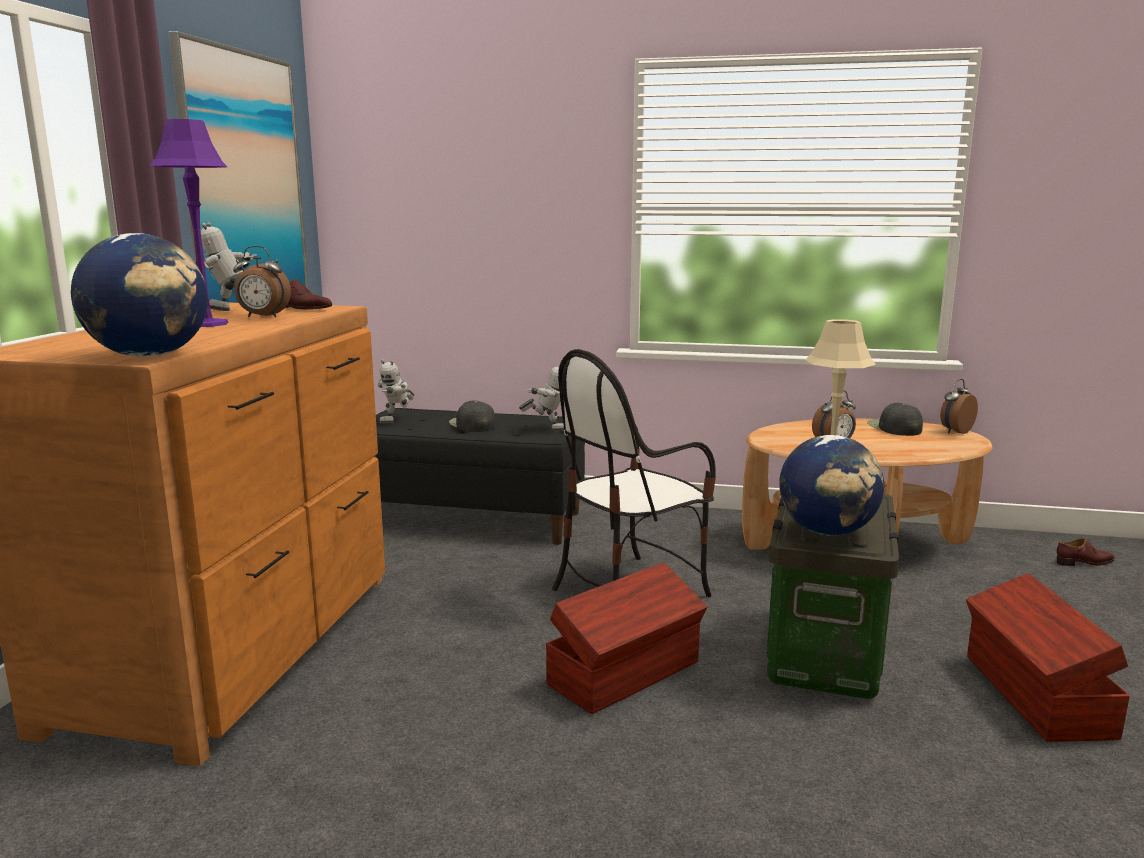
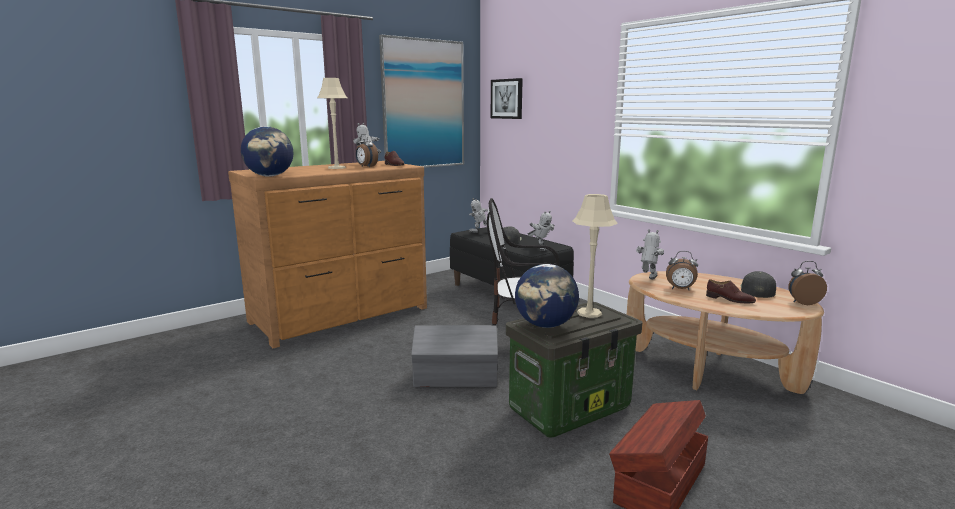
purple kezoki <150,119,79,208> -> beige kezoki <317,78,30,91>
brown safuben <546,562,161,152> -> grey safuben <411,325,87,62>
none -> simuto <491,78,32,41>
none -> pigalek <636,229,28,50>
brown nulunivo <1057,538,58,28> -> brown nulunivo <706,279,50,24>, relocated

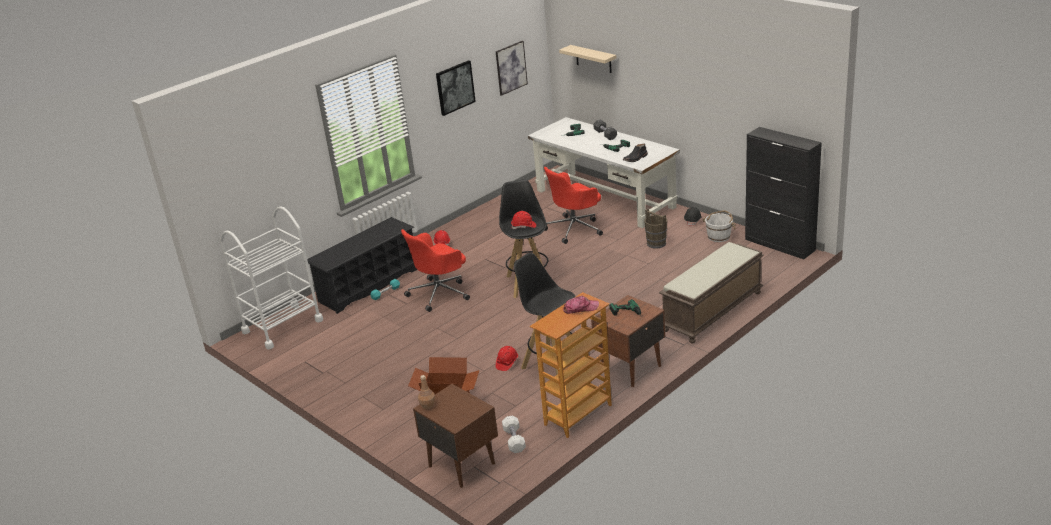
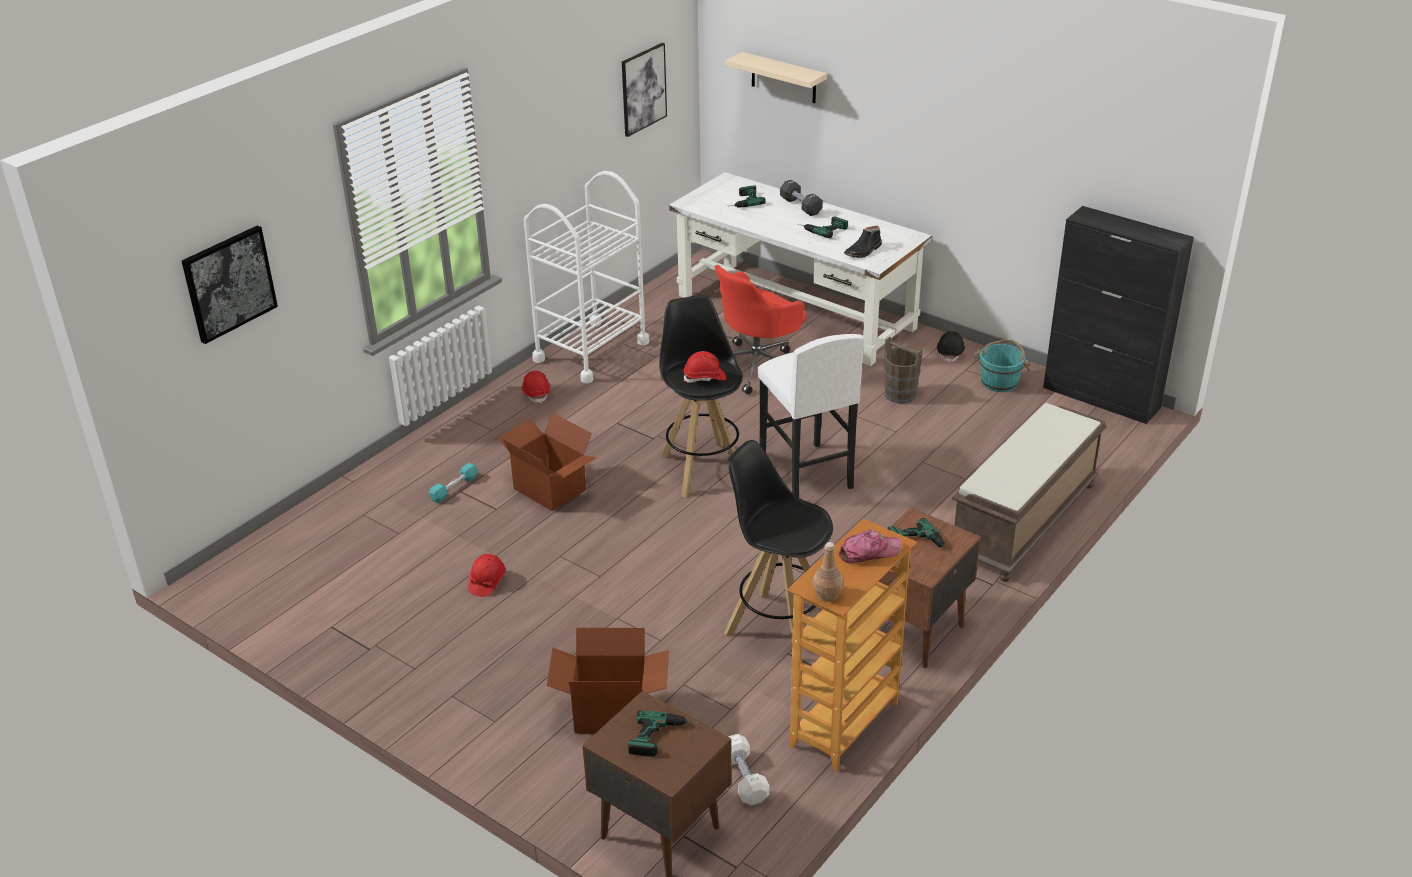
simuto <436,60,40,56> -> simuto <182,226,96,118>, relocated
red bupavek <496,346,22,25> -> red bupavek <468,554,38,43>, relocated
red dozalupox <401,229,69,83> -> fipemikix <497,412,100,99>
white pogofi <220,206,103,144> -> white pogofi <524,171,126,213>, relocated
none -> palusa <628,710,70,47>
none -> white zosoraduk <758,334,106,164>
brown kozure <418,375,17,34> -> brown kozure <813,542,30,60>, relocated
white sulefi <702,211,34,31> -> turquoise sulefi <974,339,57,53>
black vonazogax <307,217,110,97> -> none

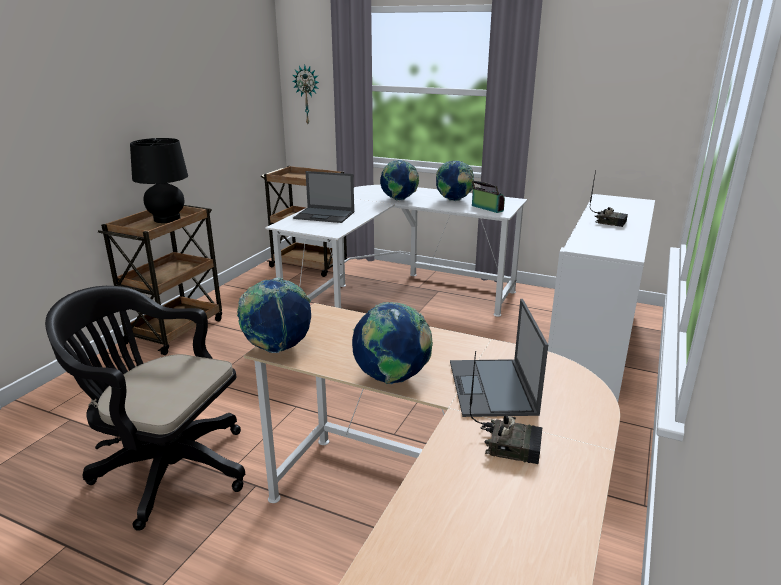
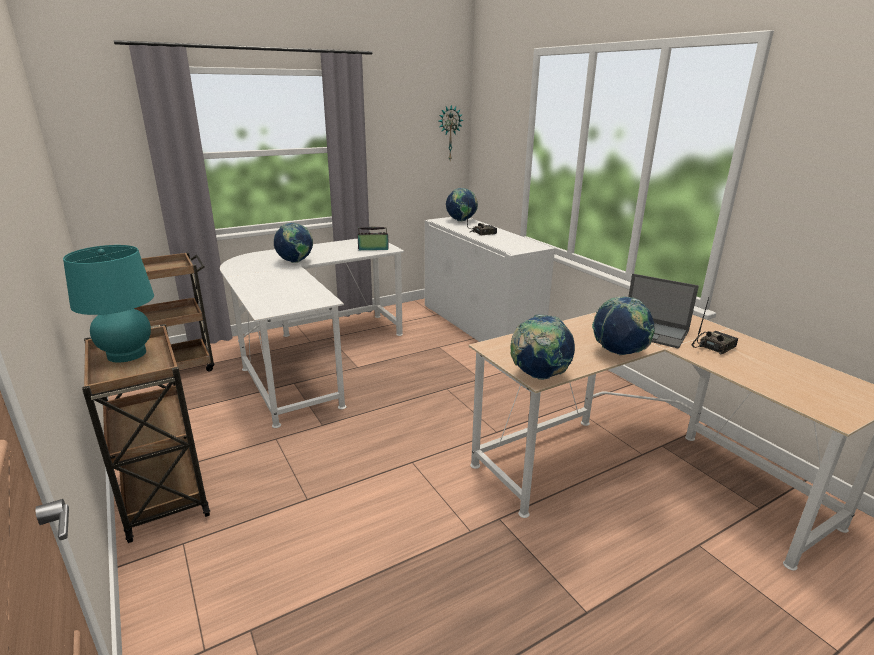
black kezoki <130,138,58,85> -> turquoise kezoki <63,245,91,118>
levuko <292,65,27,59> -> levuko <439,105,25,55>, relocated
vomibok <436,161,38,40> -> vomibok <446,188,32,33>, relocated
black dozalupox <45,286,200,245> -> none
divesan <293,171,61,52> -> none

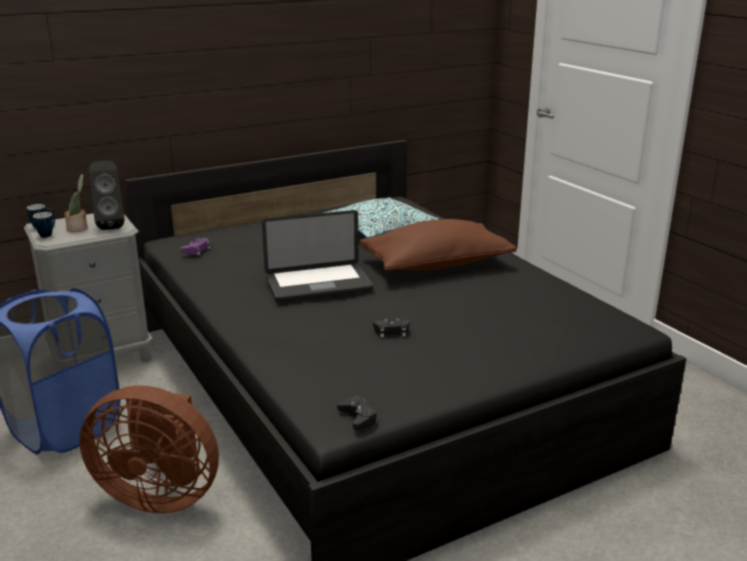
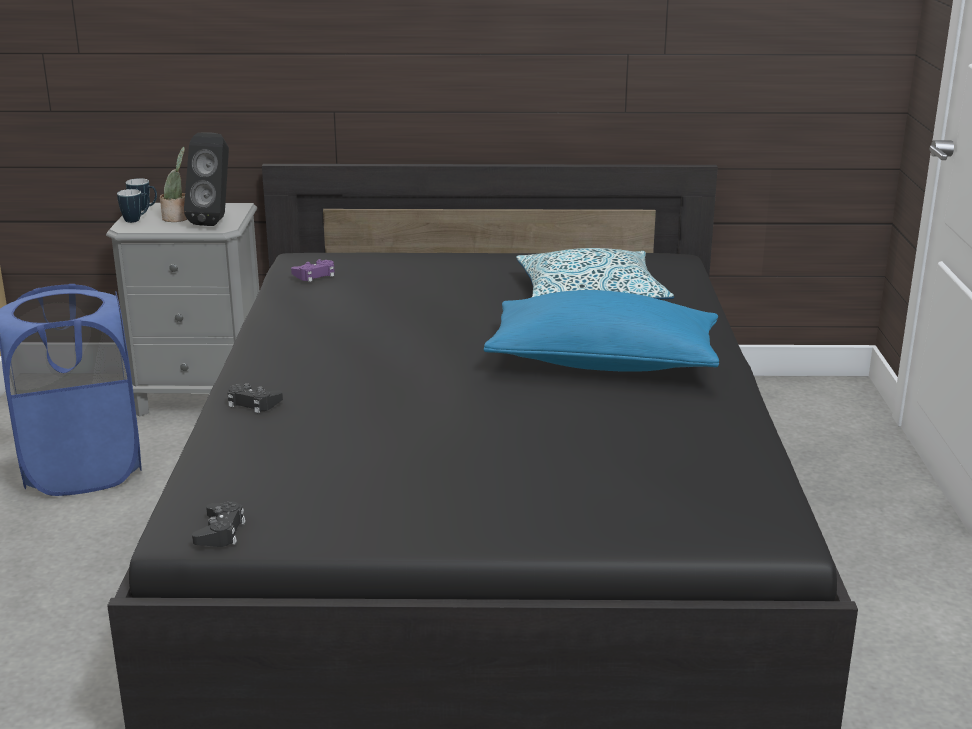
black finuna <373,319,37,18> -> black finuna <227,383,56,30>, relocated
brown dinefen <360,219,157,52> -> blue dinefen <484,290,235,82>
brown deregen <79,385,140,129> -> none
divesan <262,210,111,92> -> none

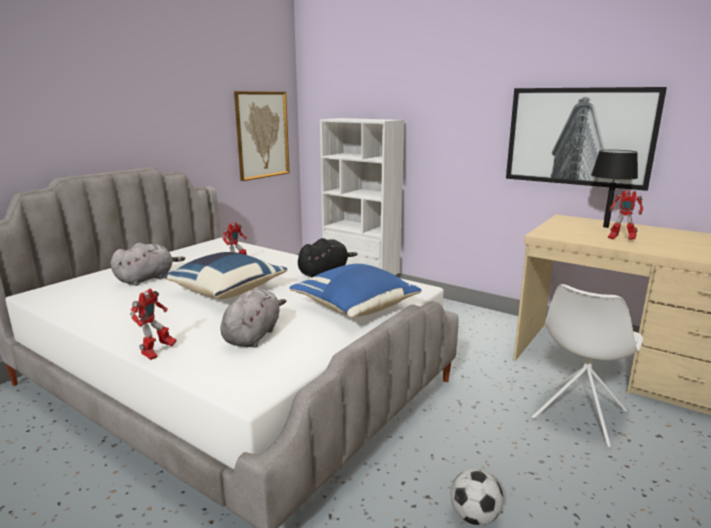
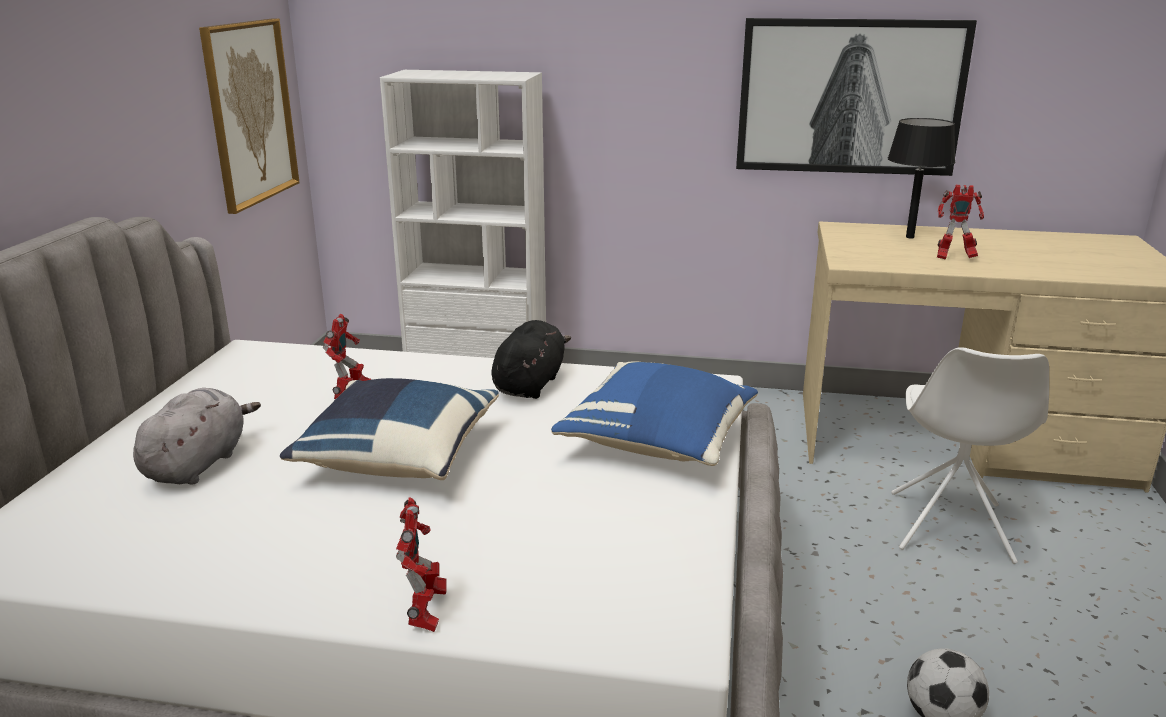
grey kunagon <221,288,65,59> -> none

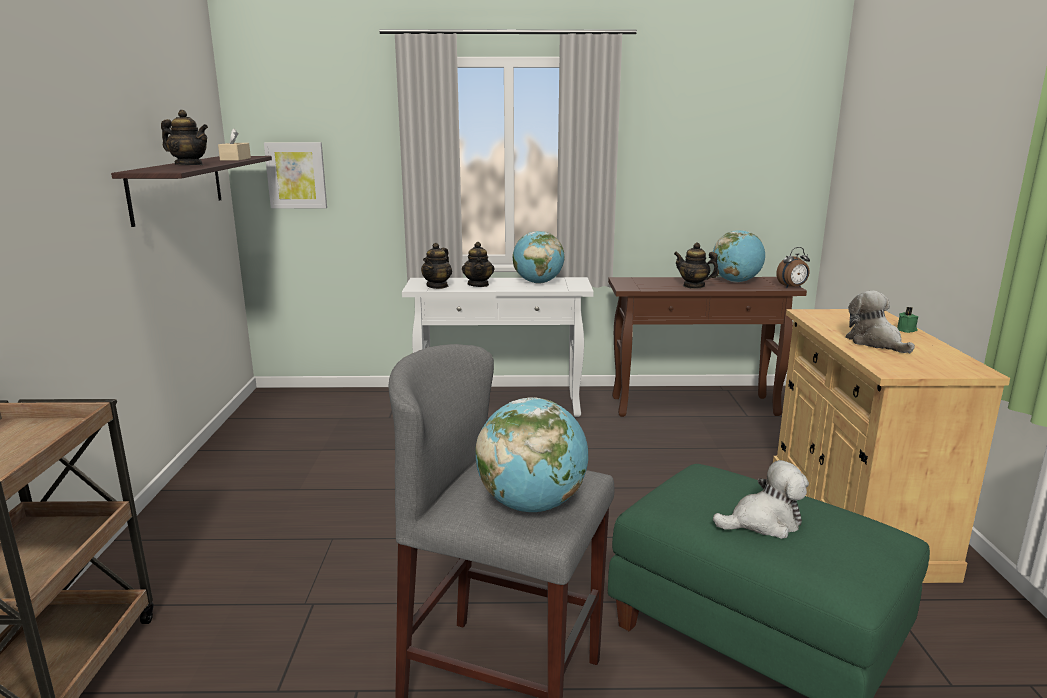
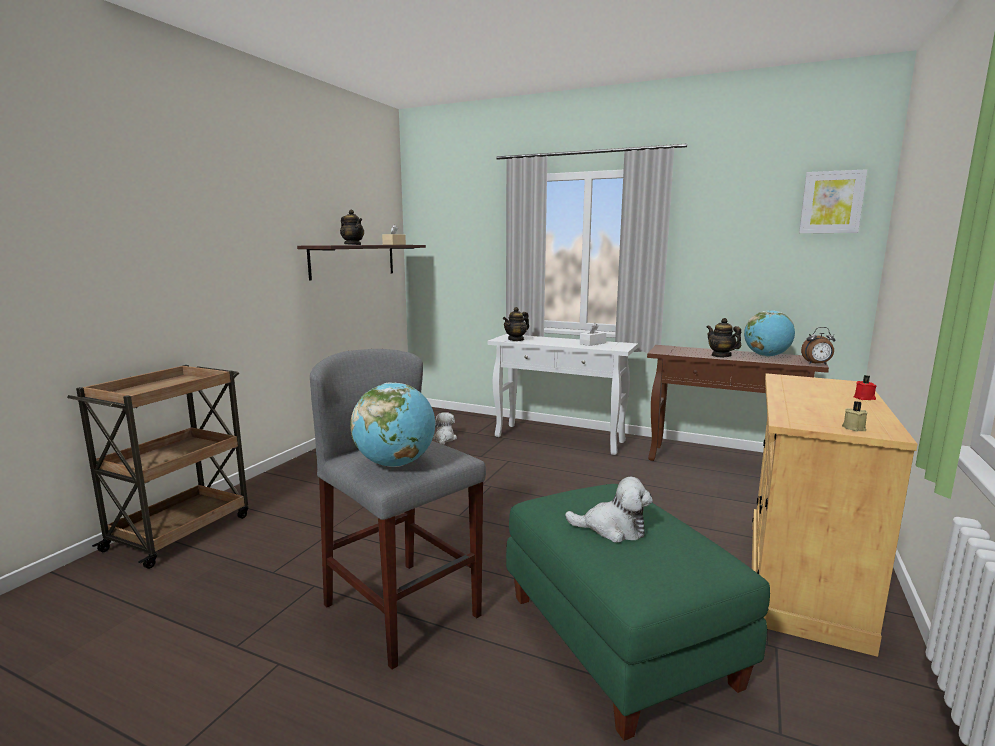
kunagon <846,291,69,62> -> kunagon <434,412,23,33>, relocated
vomibok <513,231,52,53> -> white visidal <580,322,27,24>
simuto <264,142,63,66> -> simuto <799,169,68,64>, relocated
none -> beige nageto <842,401,25,31>
green nageto <897,307,21,26> -> red nageto <854,375,22,25>
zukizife <462,242,33,45> -> none

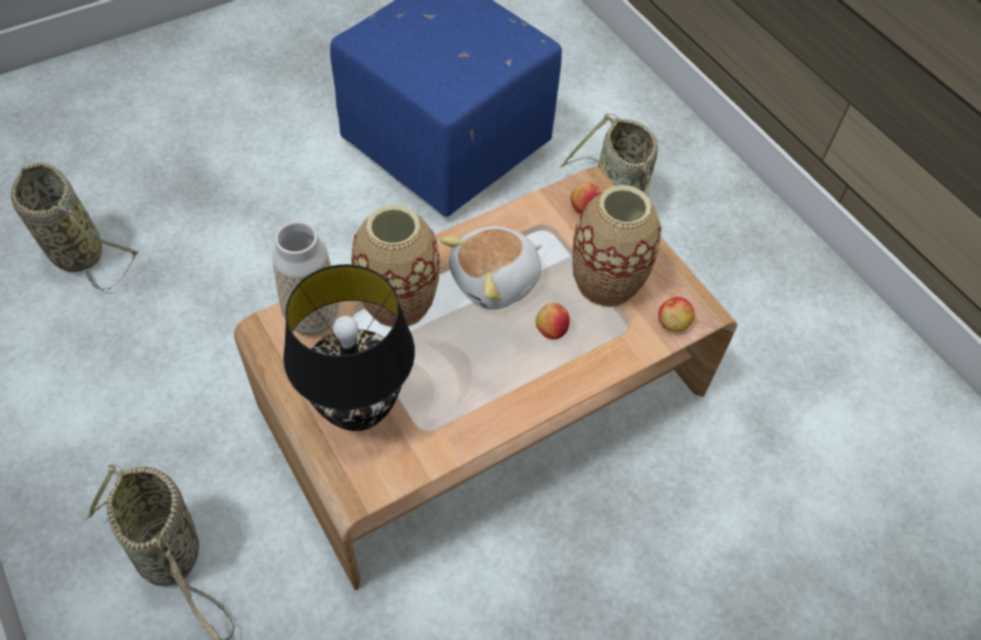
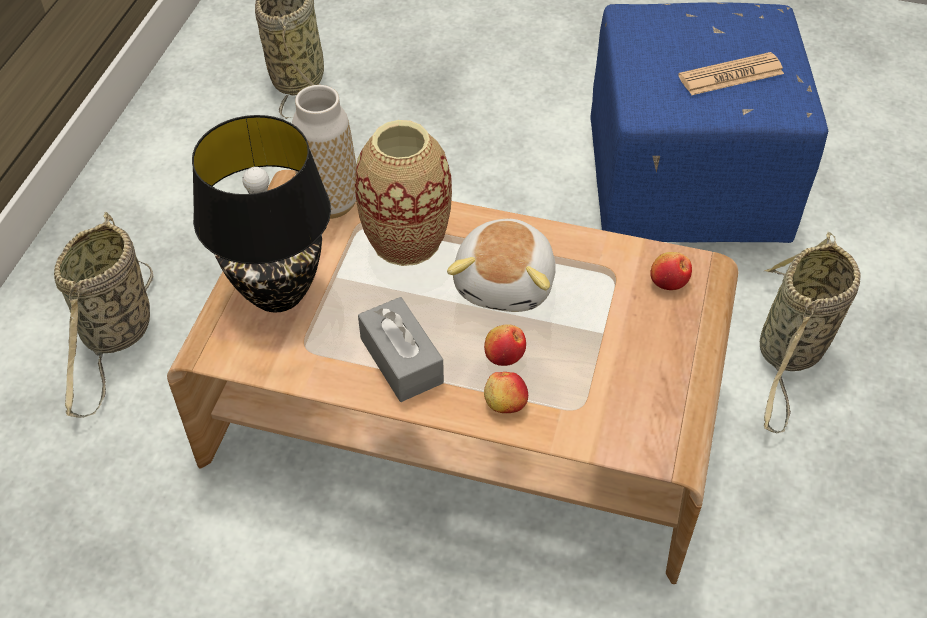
none -> grey visidal <358,297,86,105>
kunagon <440,226,102,84> -> kunagon <447,219,109,93>, 90 degrees counterclockwise
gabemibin <658,297,37,35> -> gabemibin <484,372,44,41>, relocated
none -> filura <678,52,106,43>
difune <572,185,89,122> -> none

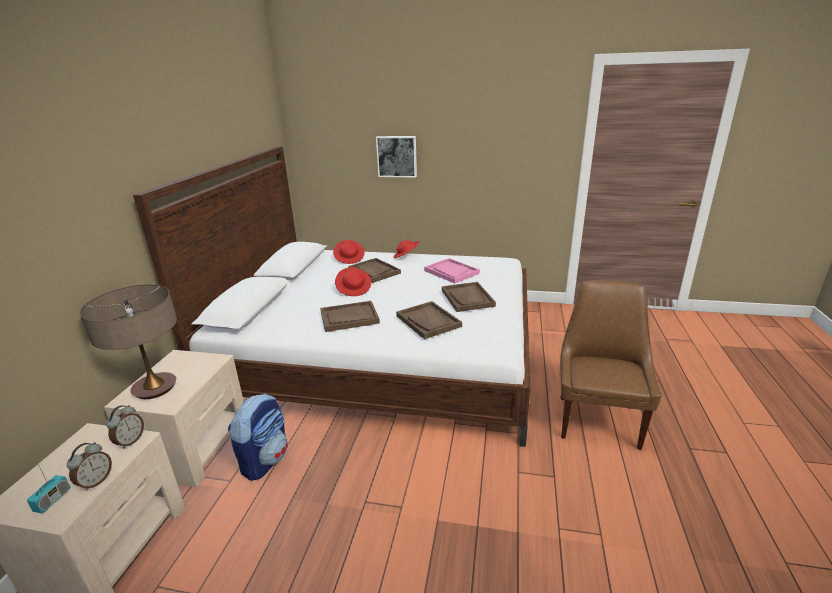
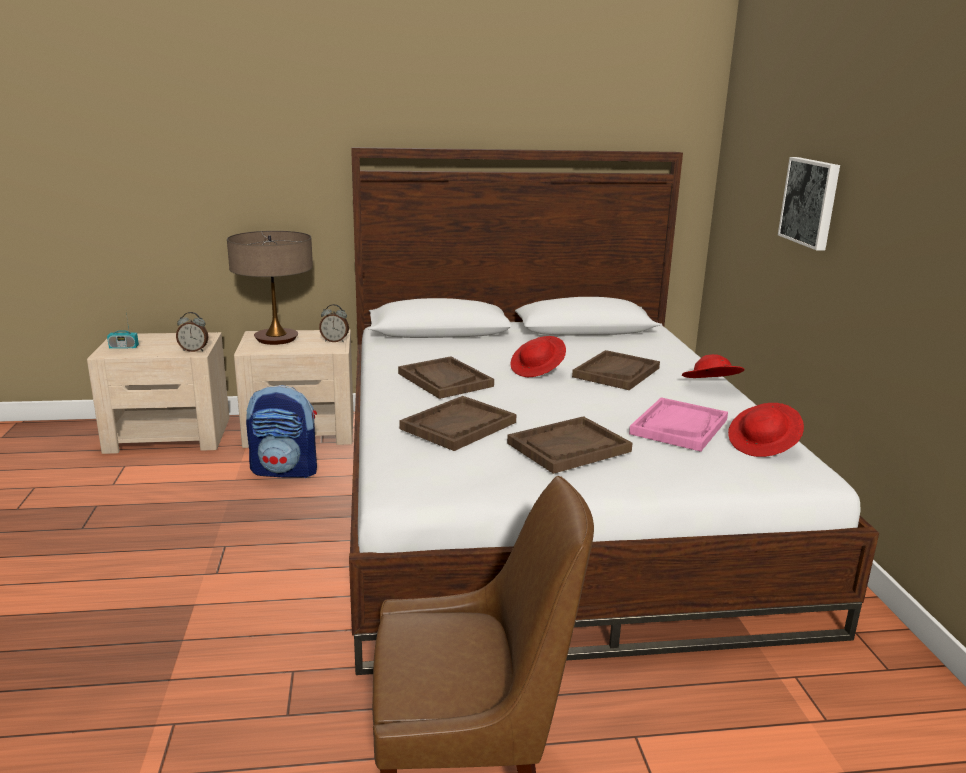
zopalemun <67,442,45,49> -> zopalemun <319,304,30,38>, relocated
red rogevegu <333,240,32,24> -> red rogevegu <728,403,76,54>, relocated

